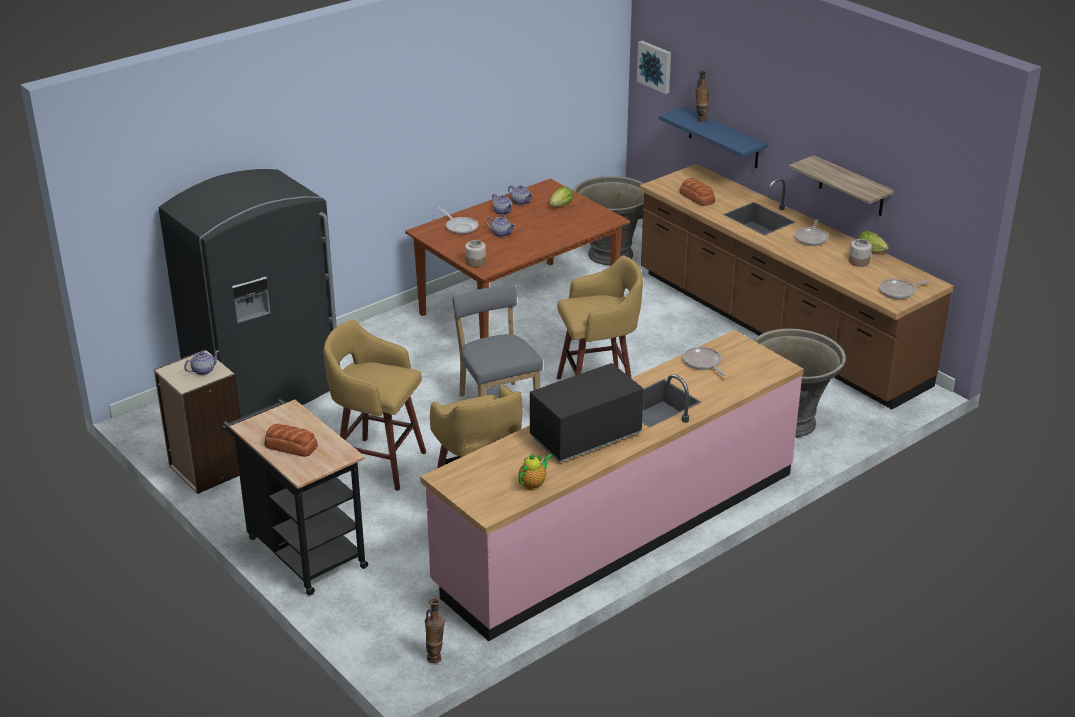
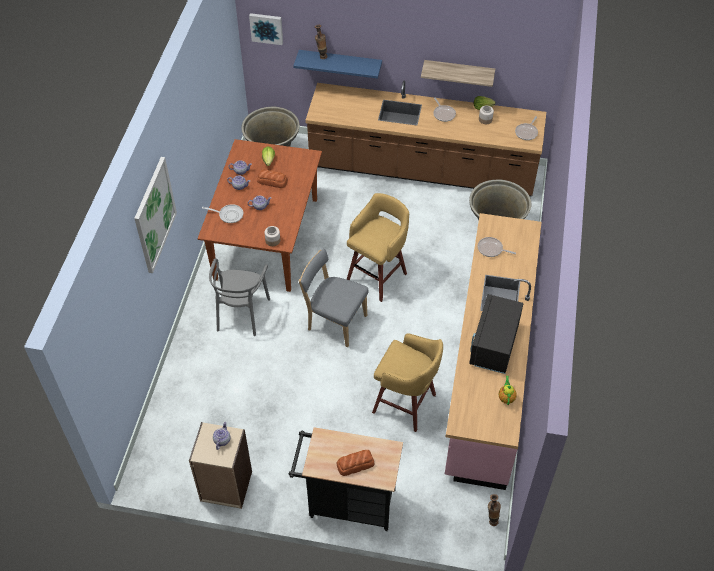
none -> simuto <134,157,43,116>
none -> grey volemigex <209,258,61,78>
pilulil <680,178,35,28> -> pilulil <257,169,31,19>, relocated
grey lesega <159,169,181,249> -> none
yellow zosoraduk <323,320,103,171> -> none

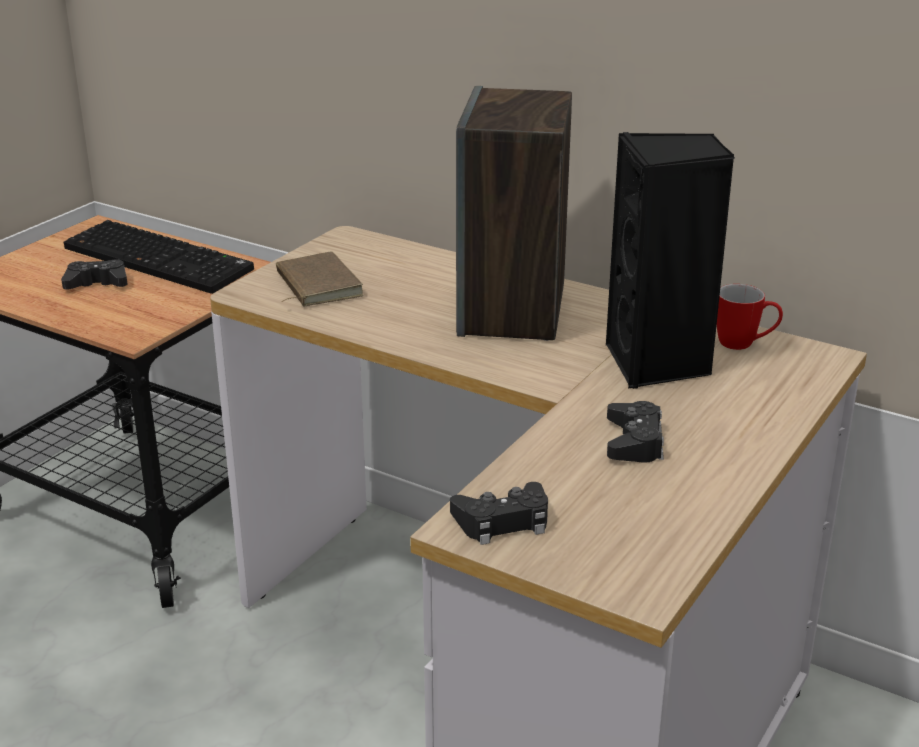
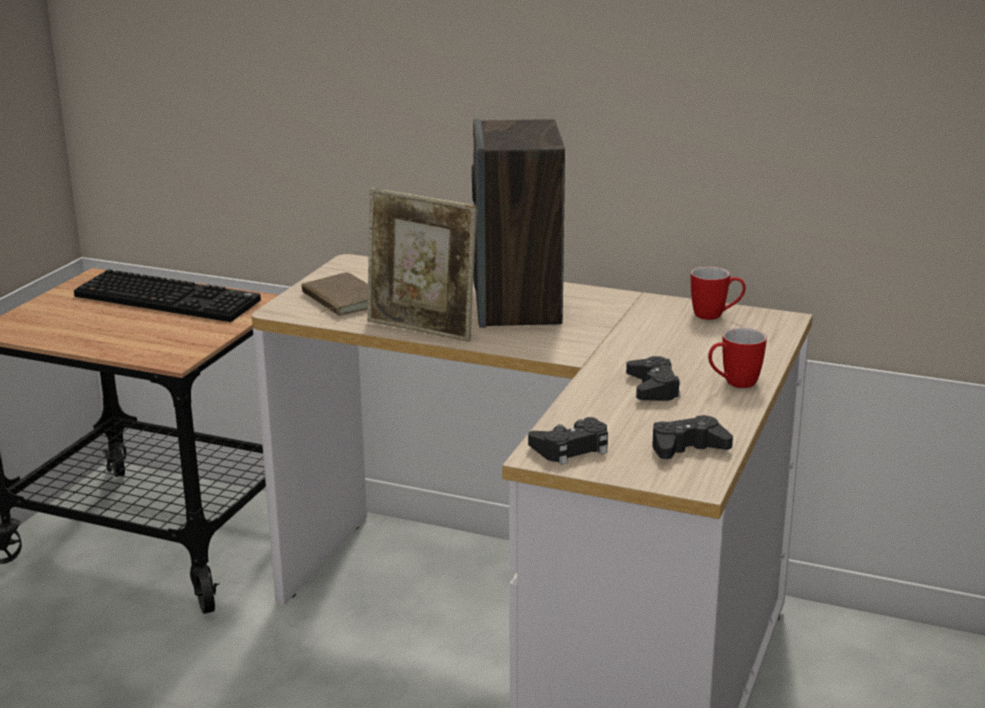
none -> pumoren <367,188,110,154>
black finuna <61,259,66,31> -> black finuna <652,415,81,44>, relocated
none -> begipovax <708,328,59,60>
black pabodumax <606,132,129,257> -> none

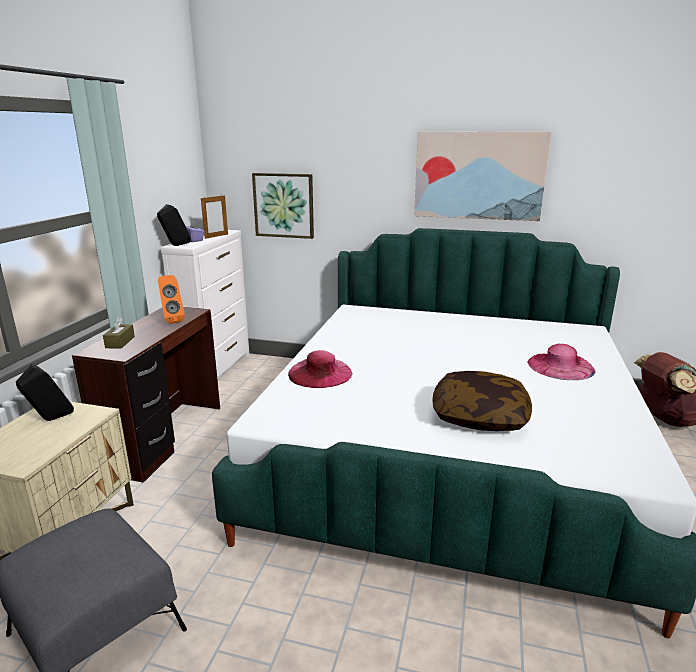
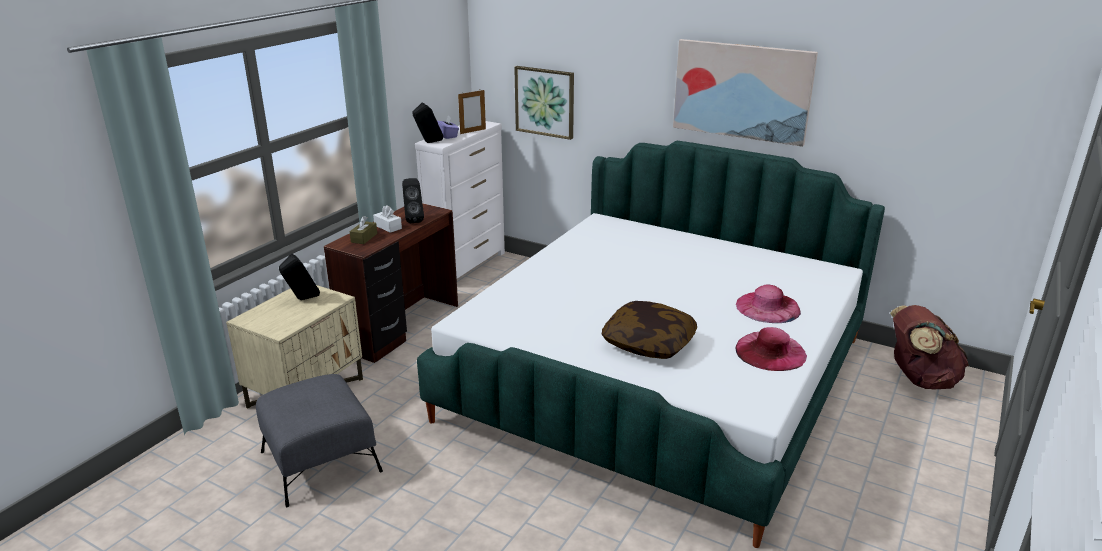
none -> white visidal <373,205,29,28>
orange pabodumax <158,275,27,49> -> black pabodumax <402,178,22,45>
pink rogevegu <288,350,65,38> -> pink rogevegu <735,327,72,44>, relocated

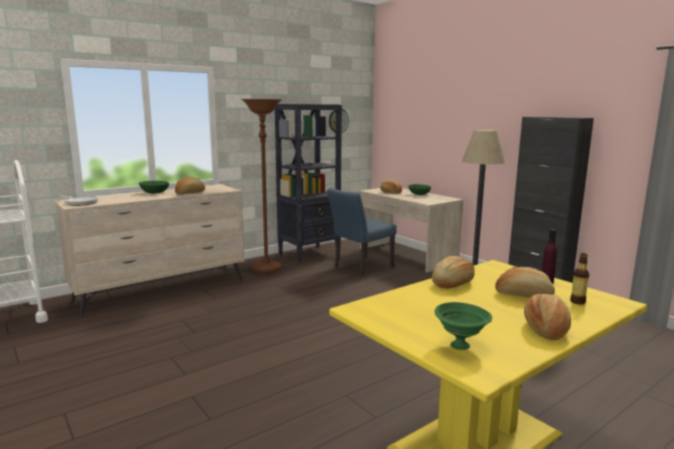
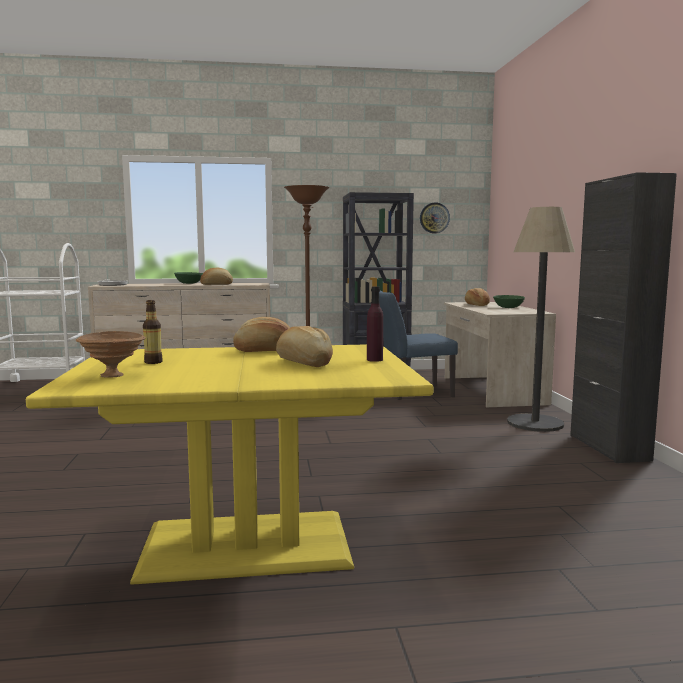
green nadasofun <434,302,58,48> -> brown nadasofun <76,331,70,47>
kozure <570,253,19,52> -> kozure <143,300,20,64>, relocated
pilulil <524,294,47,46> -> none

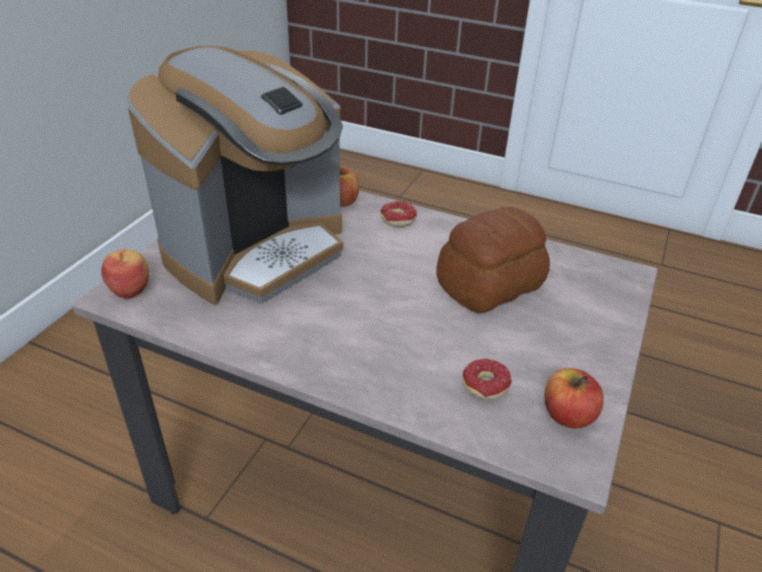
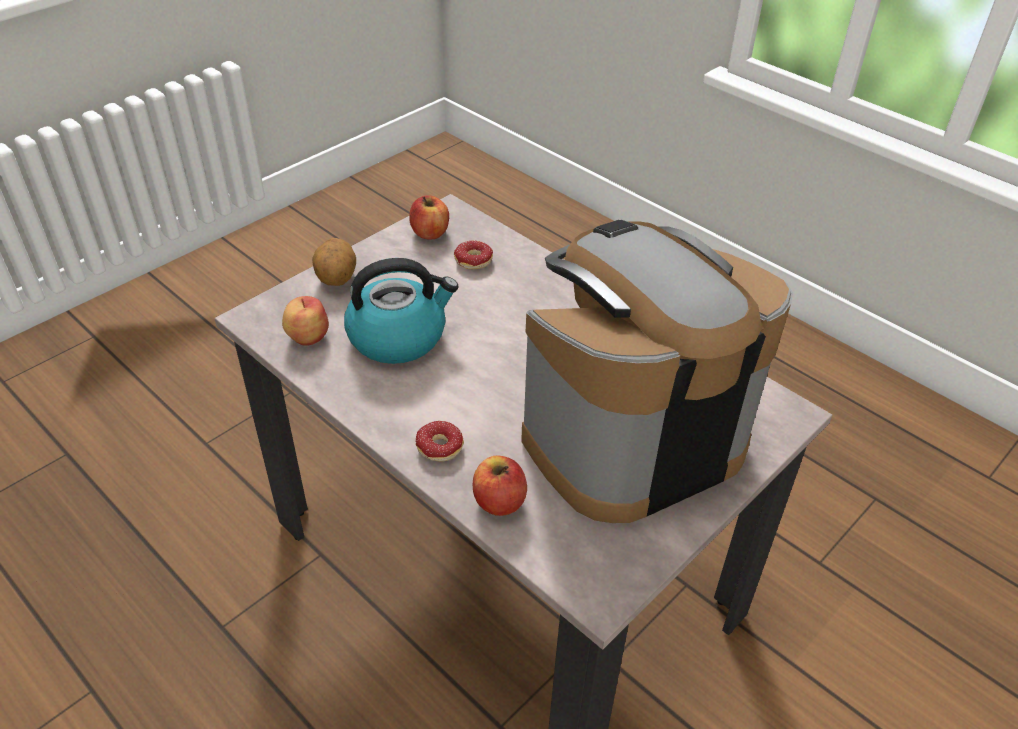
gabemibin <101,249,48,50> -> gabemibin <282,296,47,50>, relocated
none -> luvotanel <312,238,44,48>
pilulil <437,207,113,106> -> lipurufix <344,258,115,106>

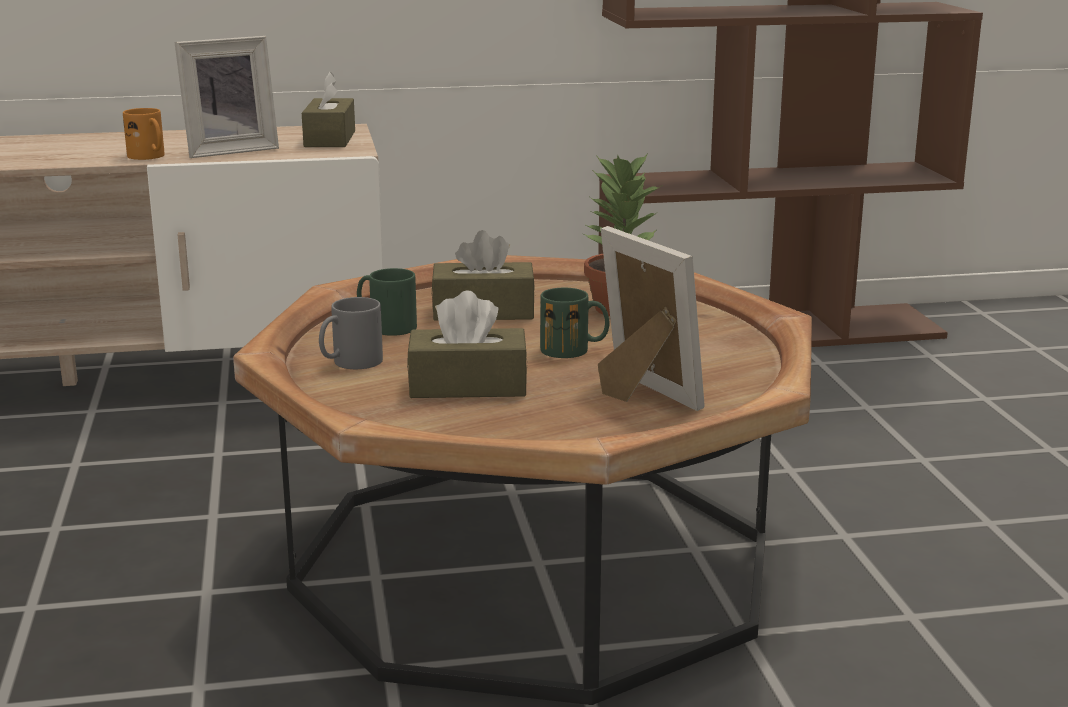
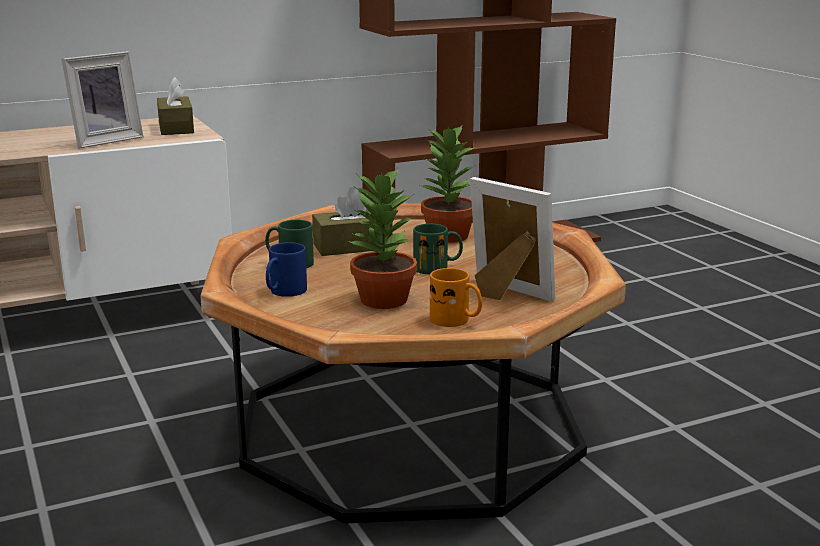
grey begipovax <319,297,64,72> -> blue begipovax <266,242,41,55>
brown visidal <407,290,121,108> -> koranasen <348,168,69,141>
orange begipovax <123,108,42,52> -> orange begipovax <430,268,52,59>, relocated

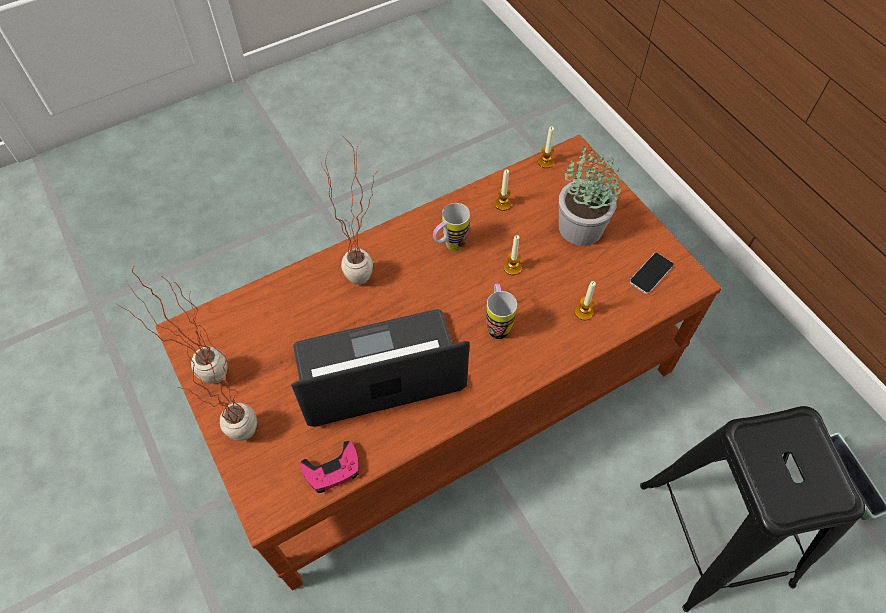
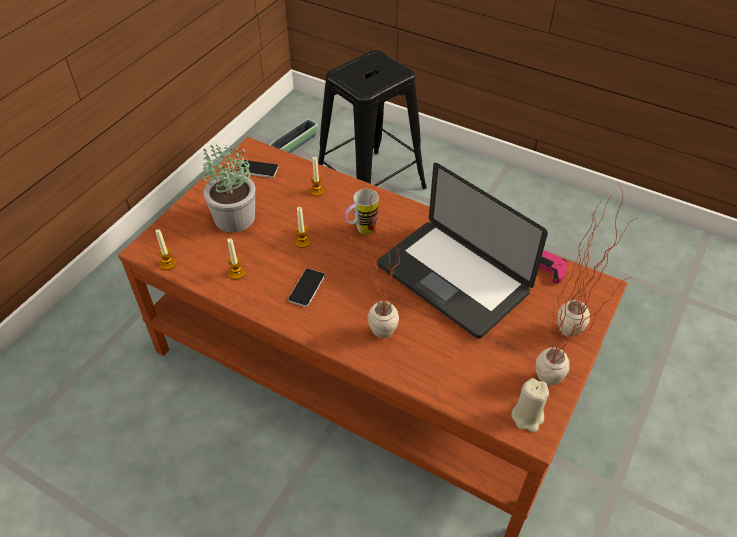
begipovax <433,203,37,48> -> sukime <288,268,37,39>
none -> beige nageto <511,378,38,54>

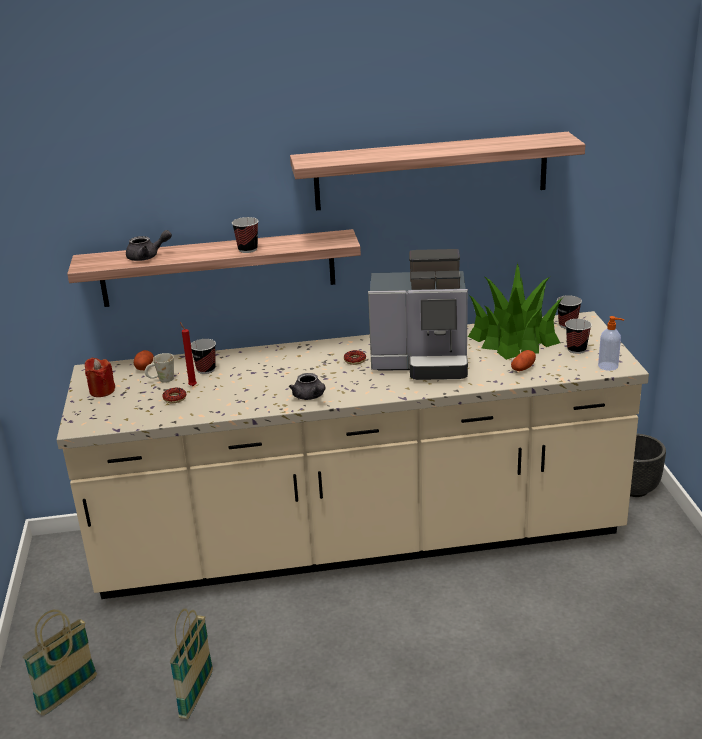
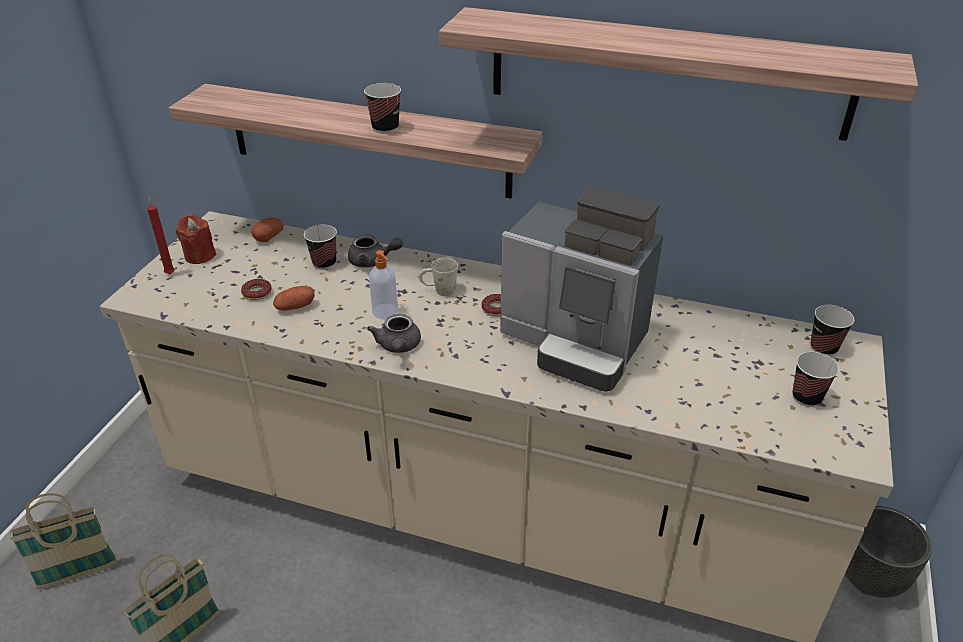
red nageto <180,322,17,64> -> red nageto <147,195,28,79>, relocated
luvotanel <511,350,25,21> -> luvotanel <273,286,42,25>, relocated
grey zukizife <126,230,46,31> -> grey zukizife <348,235,55,32>, relocated
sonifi <598,316,26,55> -> sonifi <369,250,29,69>, relocated
white begipovax <145,353,29,30> -> white begipovax <419,258,39,38>, relocated
koranasen <468,263,95,97> -> none

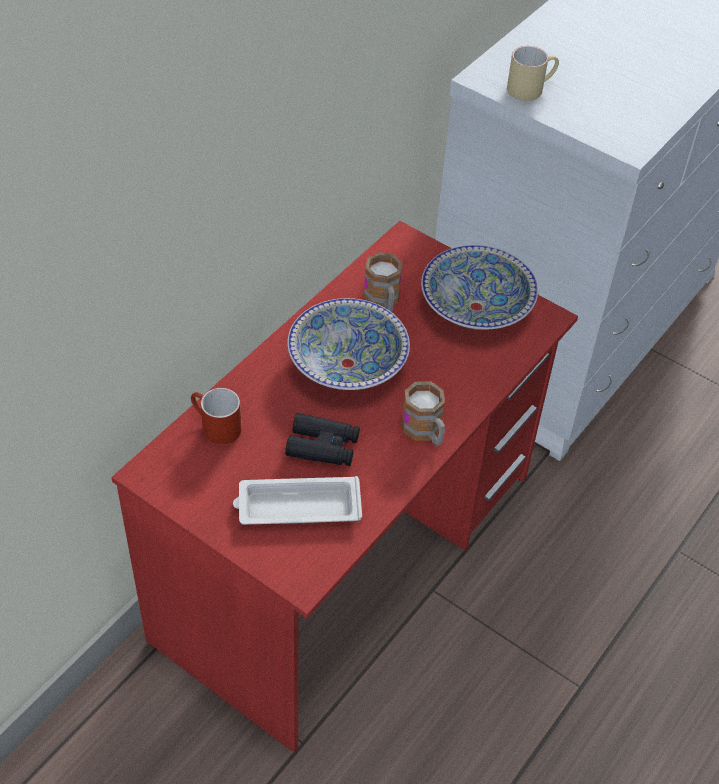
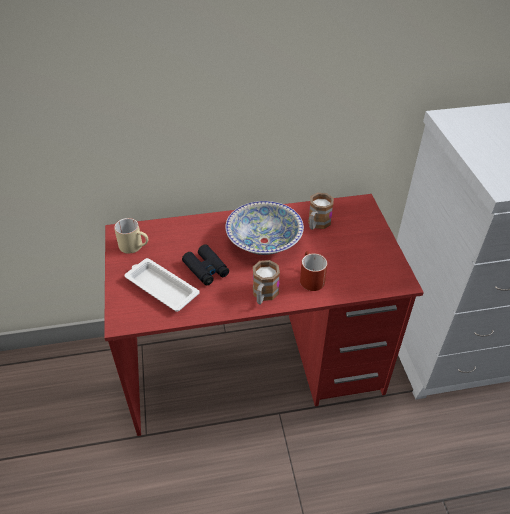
beige begipovax <507,46,52,55> -> beige begipovax <114,218,34,35>, relocated
red begipovax <191,388,51,57> -> red begipovax <300,251,28,40>, relocated
nadasofun <421,245,117,85> -> none

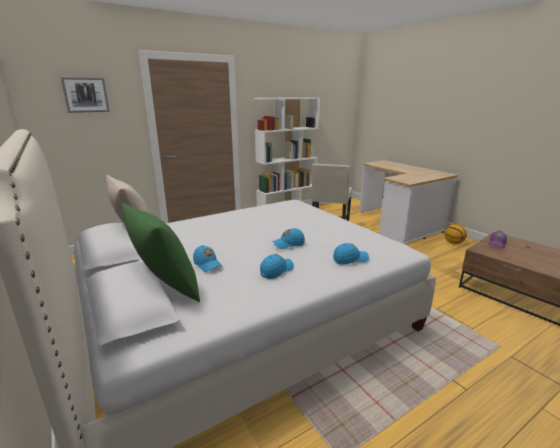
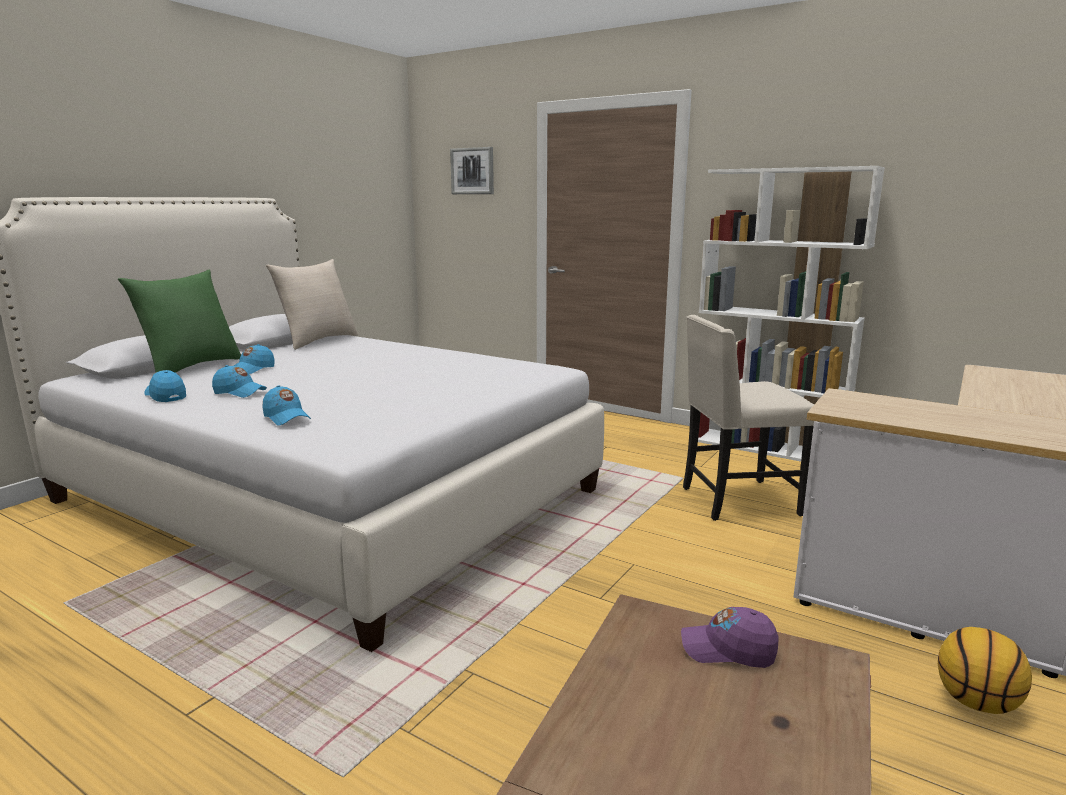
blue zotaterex <272,228,33,21> -> blue zotaterex <144,370,42,32>, relocated

